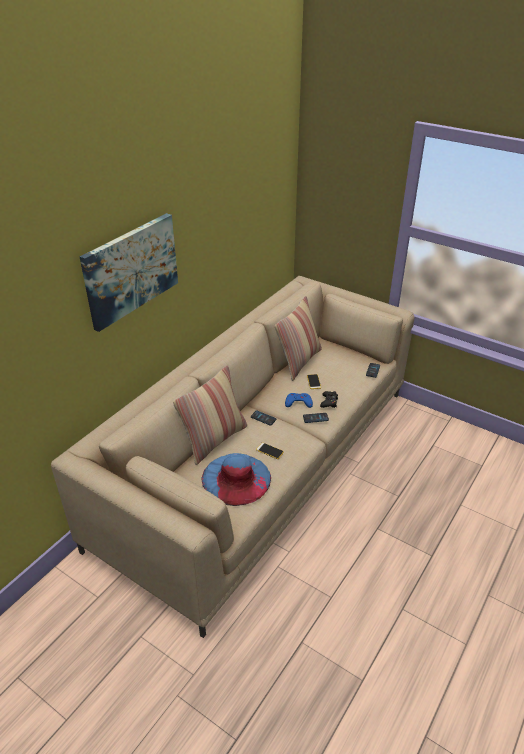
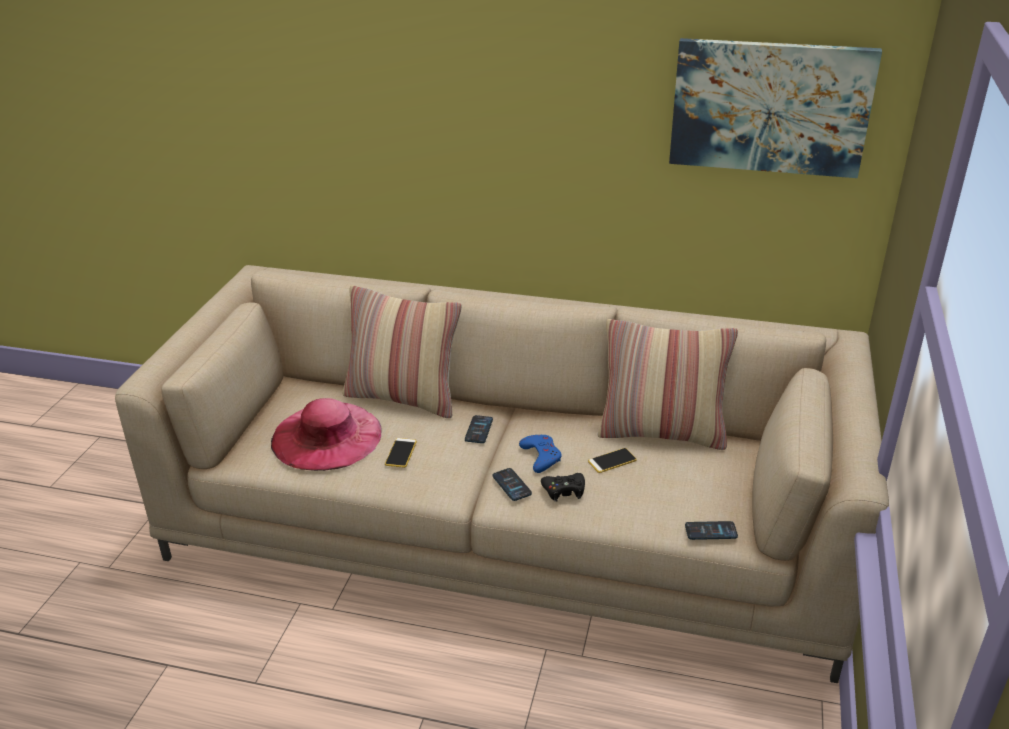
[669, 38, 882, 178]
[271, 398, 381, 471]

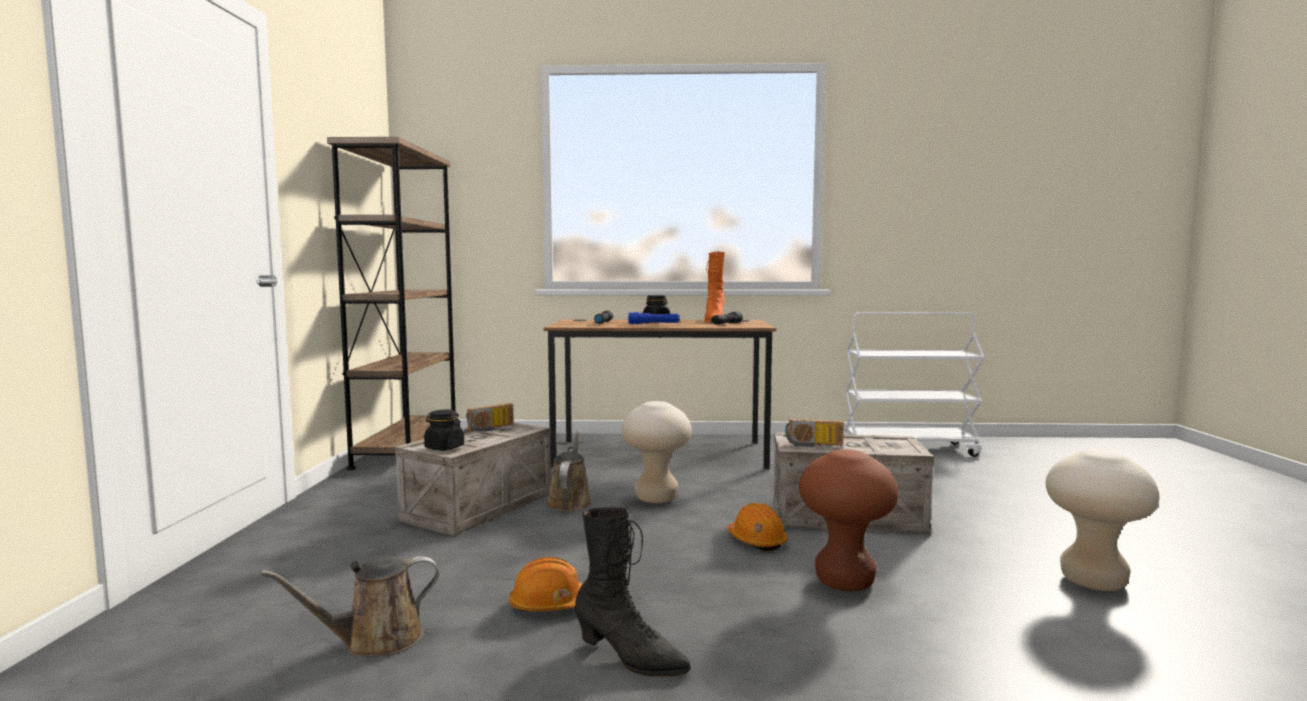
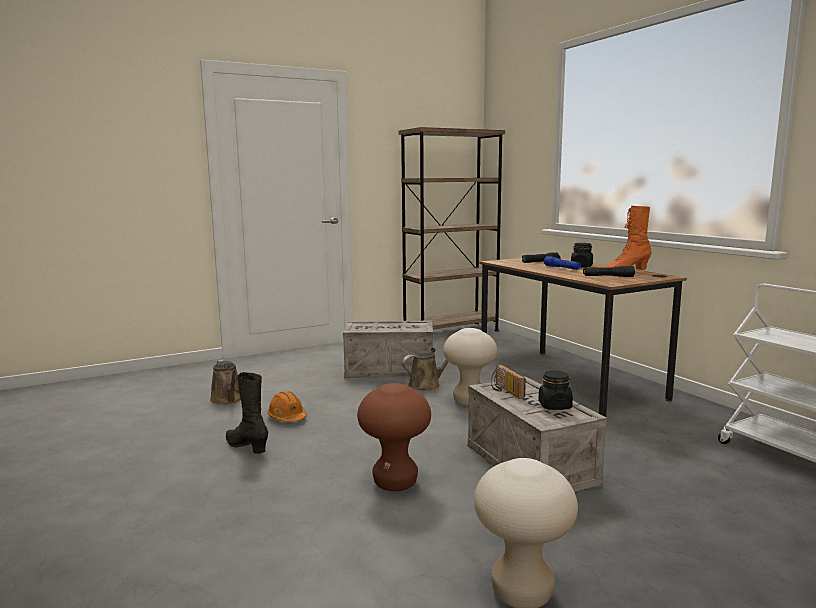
[210, 360, 241, 405]
[538, 370, 573, 410]
[466, 403, 514, 432] (first image)
[226, 372, 268, 454]
[727, 503, 787, 551] (first image)

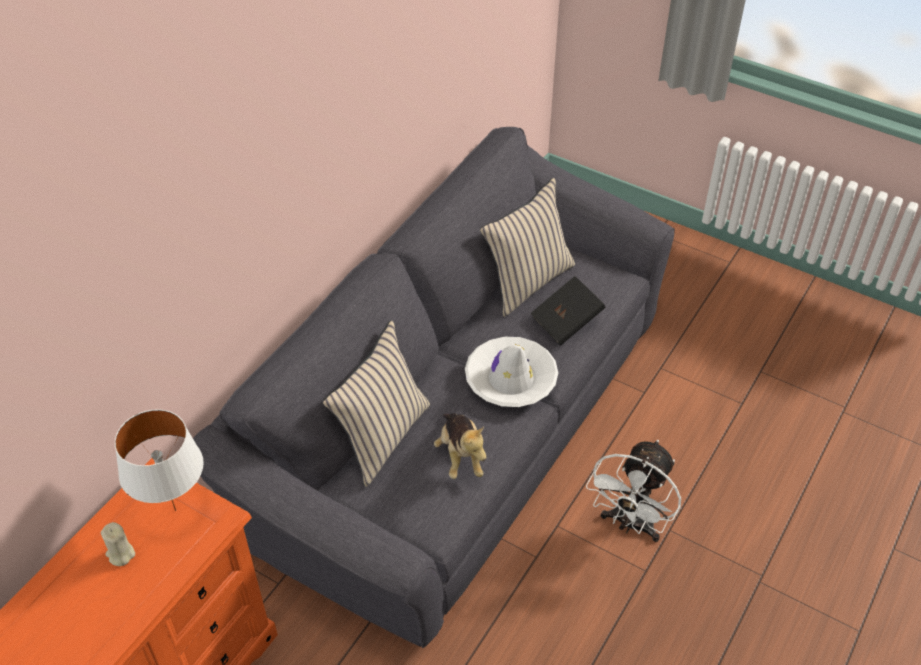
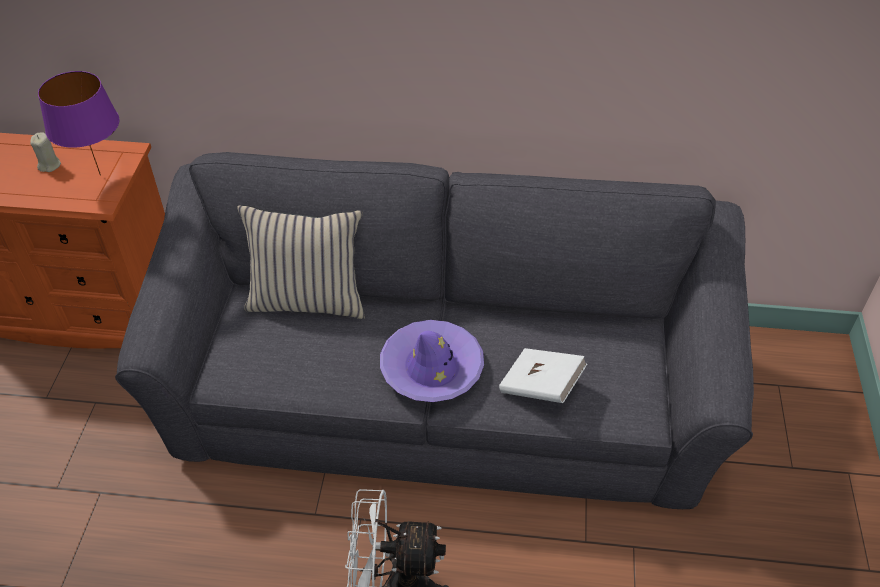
[38, 71, 120, 176]
[434, 413, 486, 479] (first image)
[380, 320, 484, 402]
[480, 178, 575, 317] (first image)
[499, 348, 587, 403]

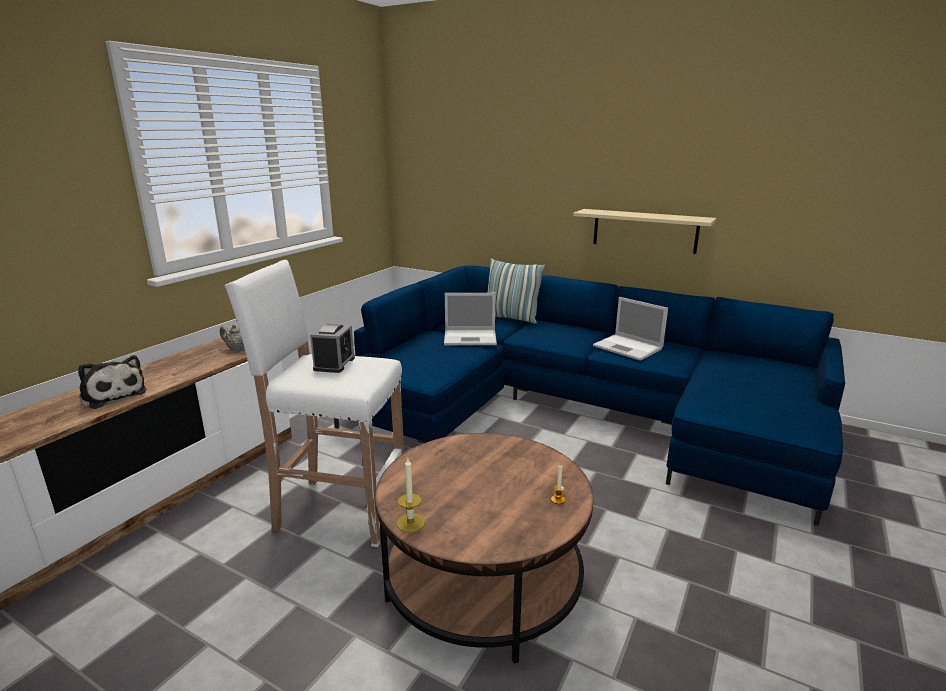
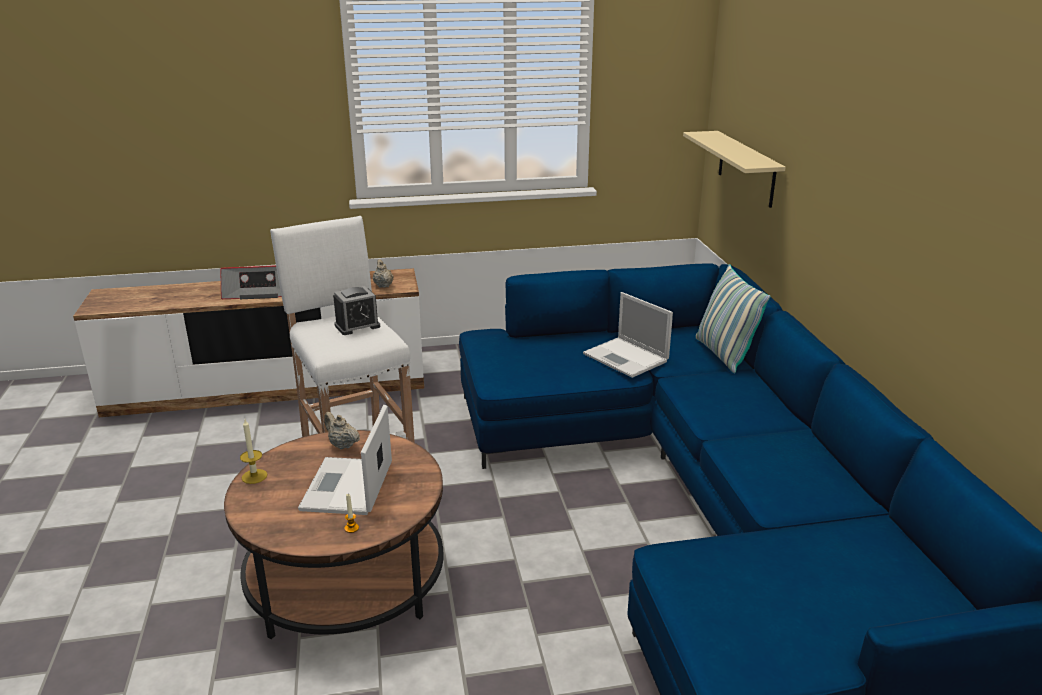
[221, 265, 282, 299]
[683, 131, 786, 208]
[298, 405, 392, 515]
[324, 412, 360, 449]

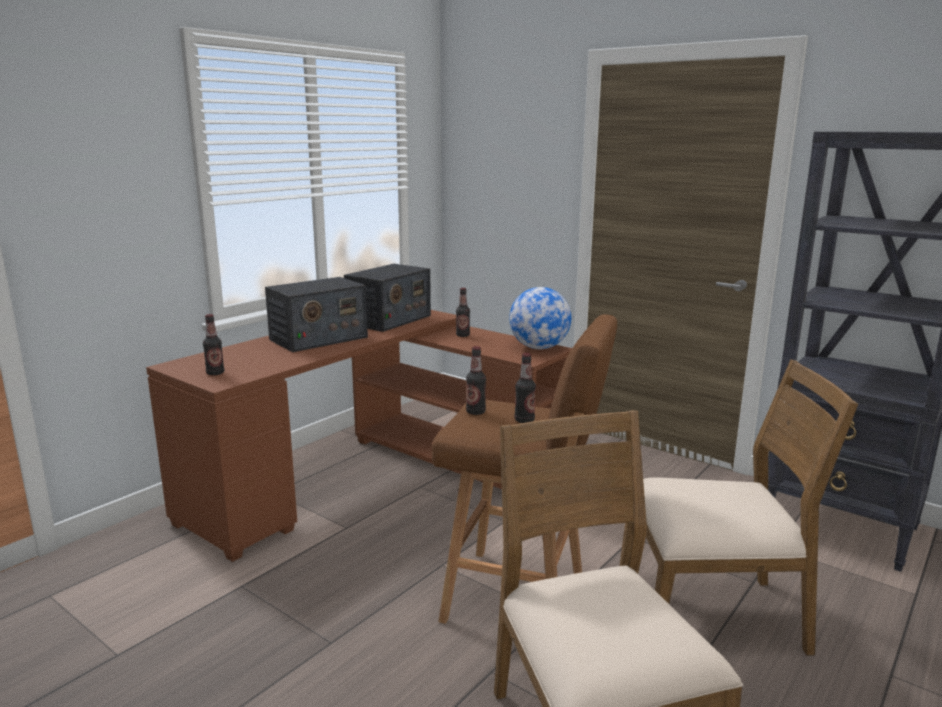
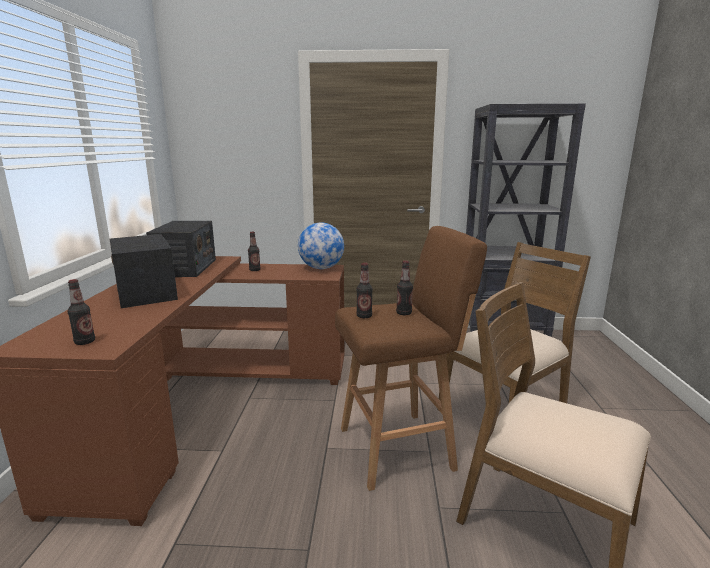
[110, 234, 178, 308]

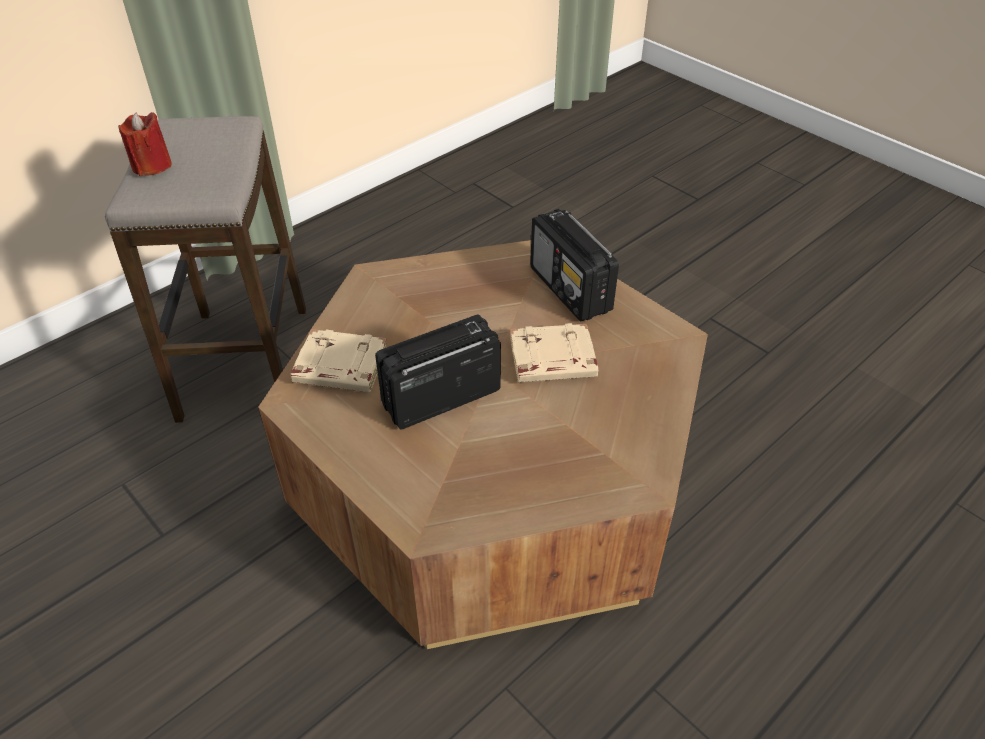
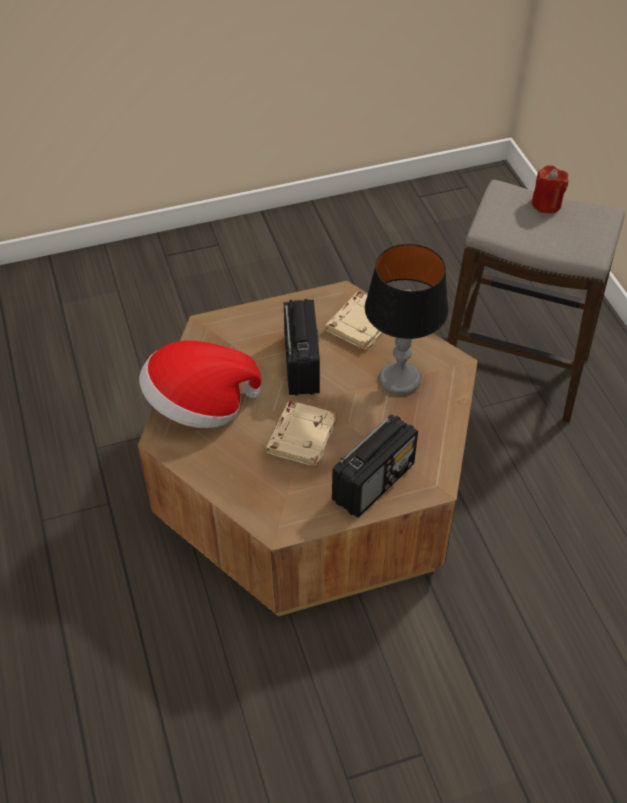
[332, 415, 418, 518]
[139, 341, 262, 428]
[365, 244, 449, 395]

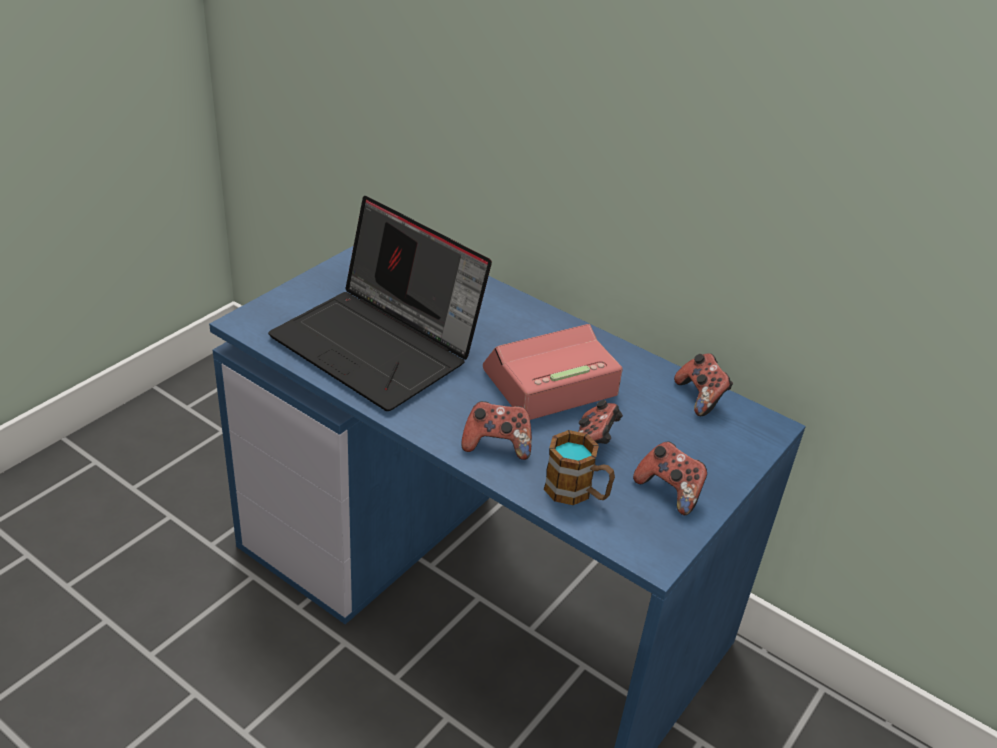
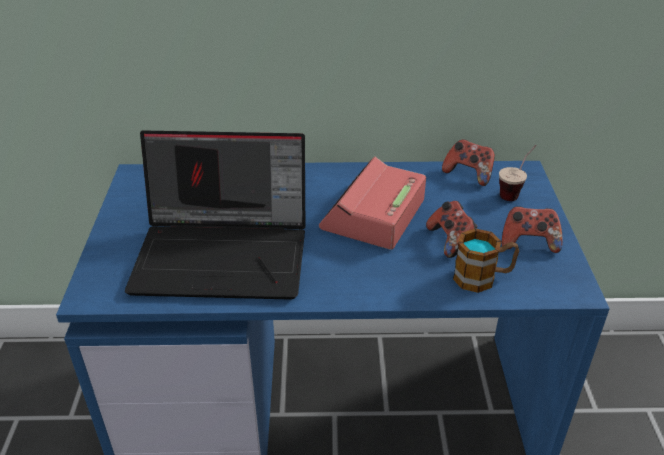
[461, 401, 532, 460] (first image)
[499, 145, 537, 201]

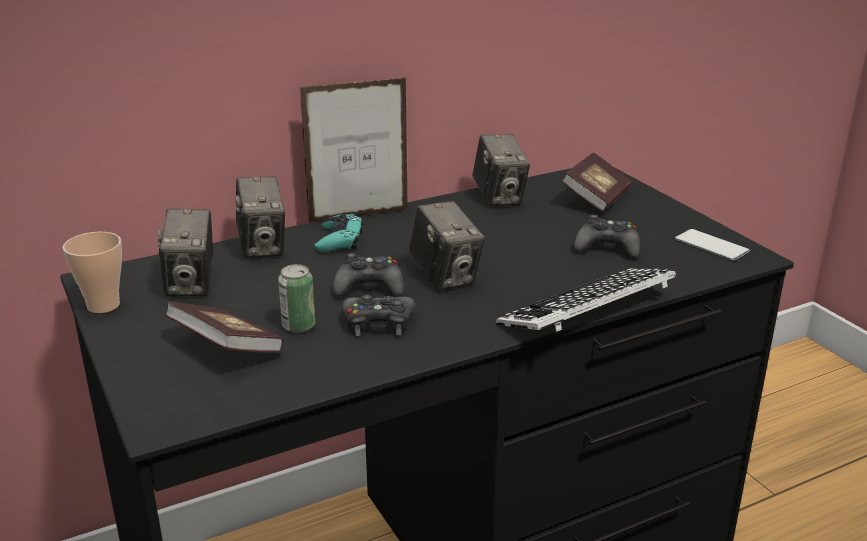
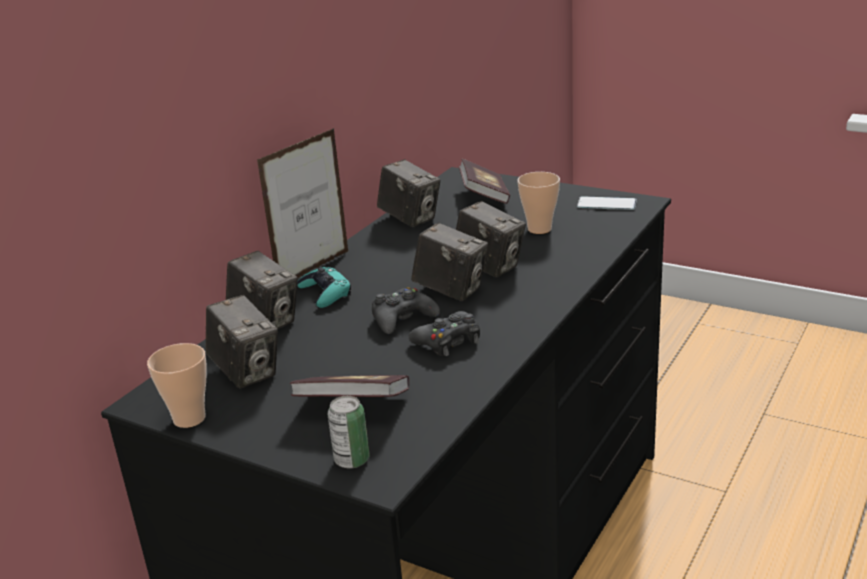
[328, 396, 369, 469]
[496, 268, 676, 332] (first image)
[517, 172, 560, 234]
[456, 201, 526, 277]

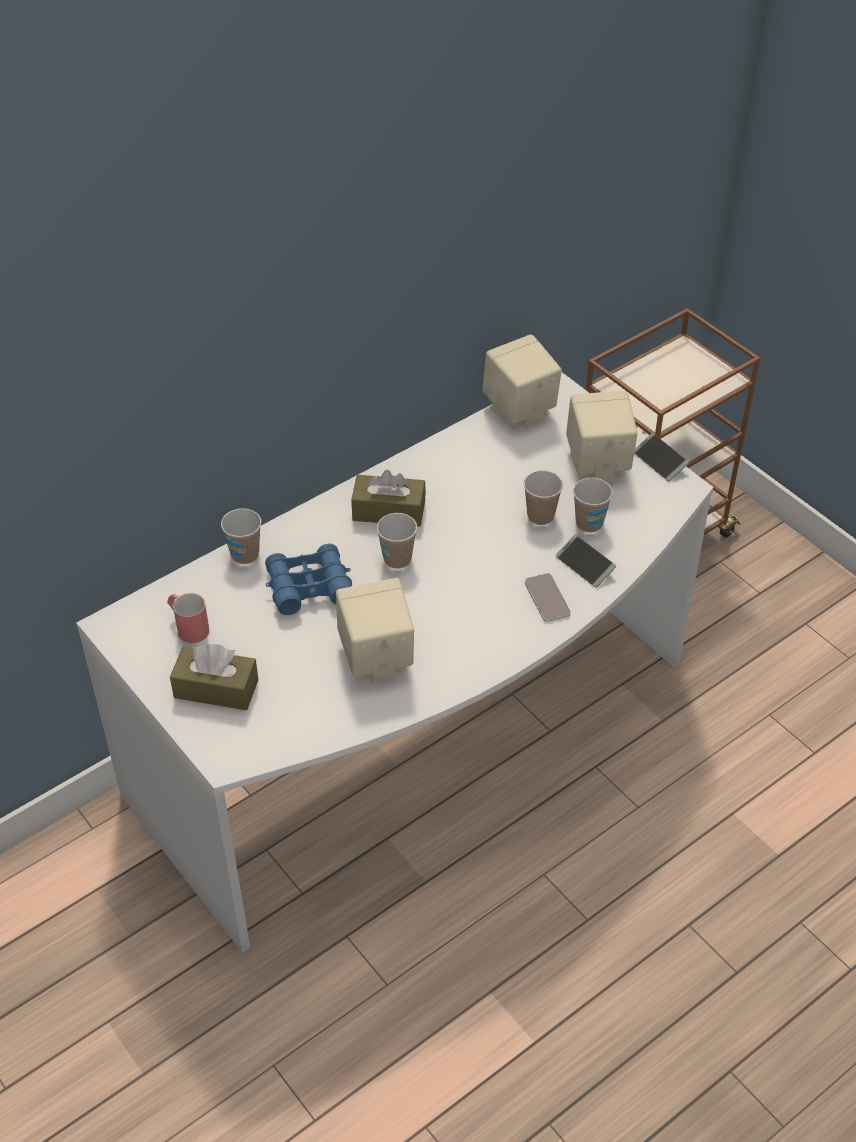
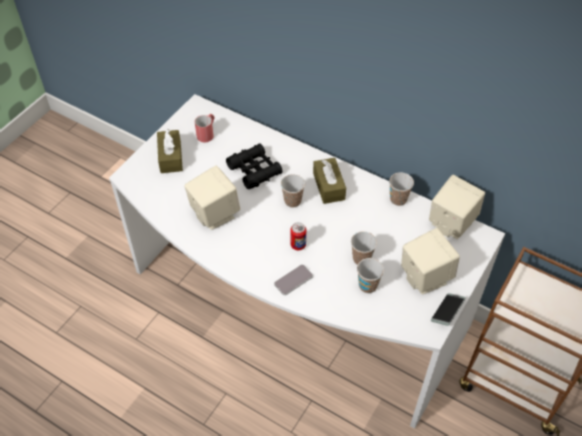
[389, 173, 414, 206]
[226, 143, 282, 189]
[556, 535, 616, 588] (first image)
[291, 222, 306, 250]

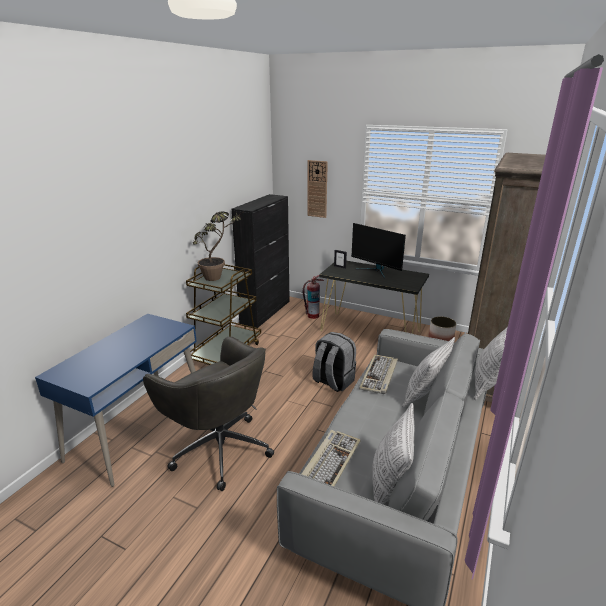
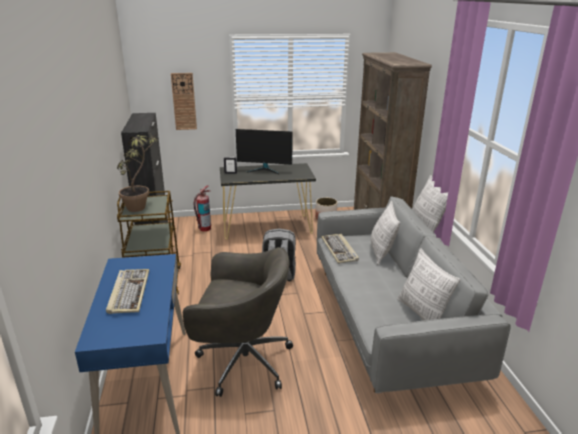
[106, 269, 149, 314]

